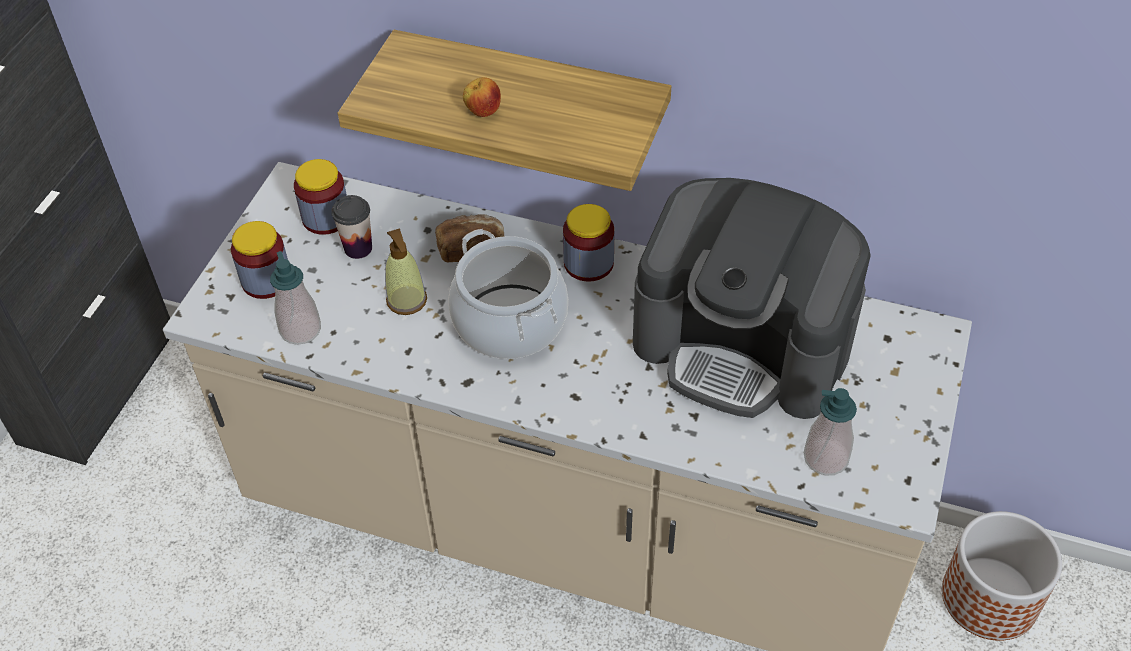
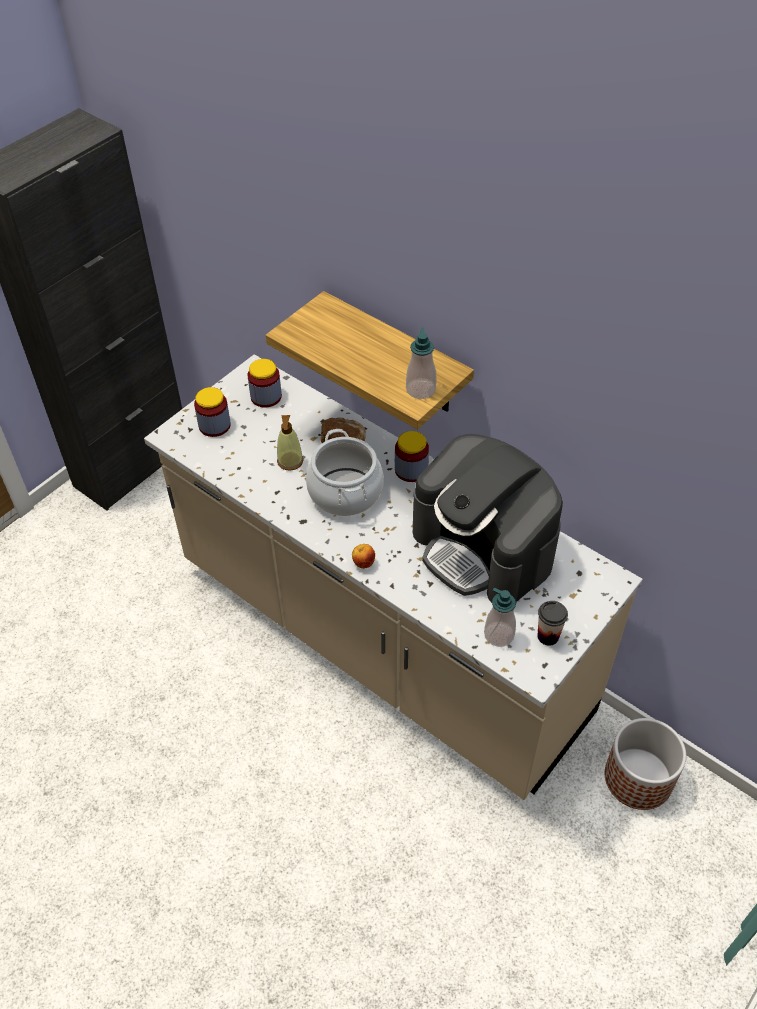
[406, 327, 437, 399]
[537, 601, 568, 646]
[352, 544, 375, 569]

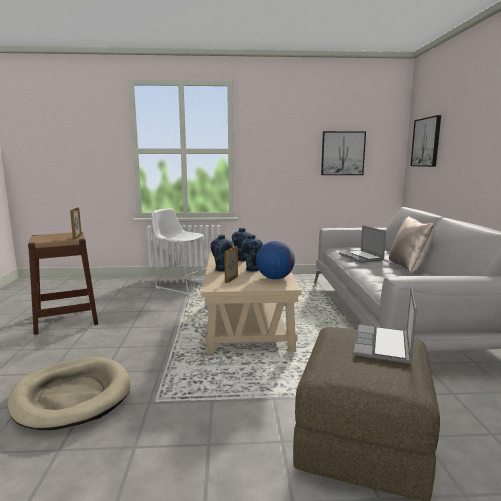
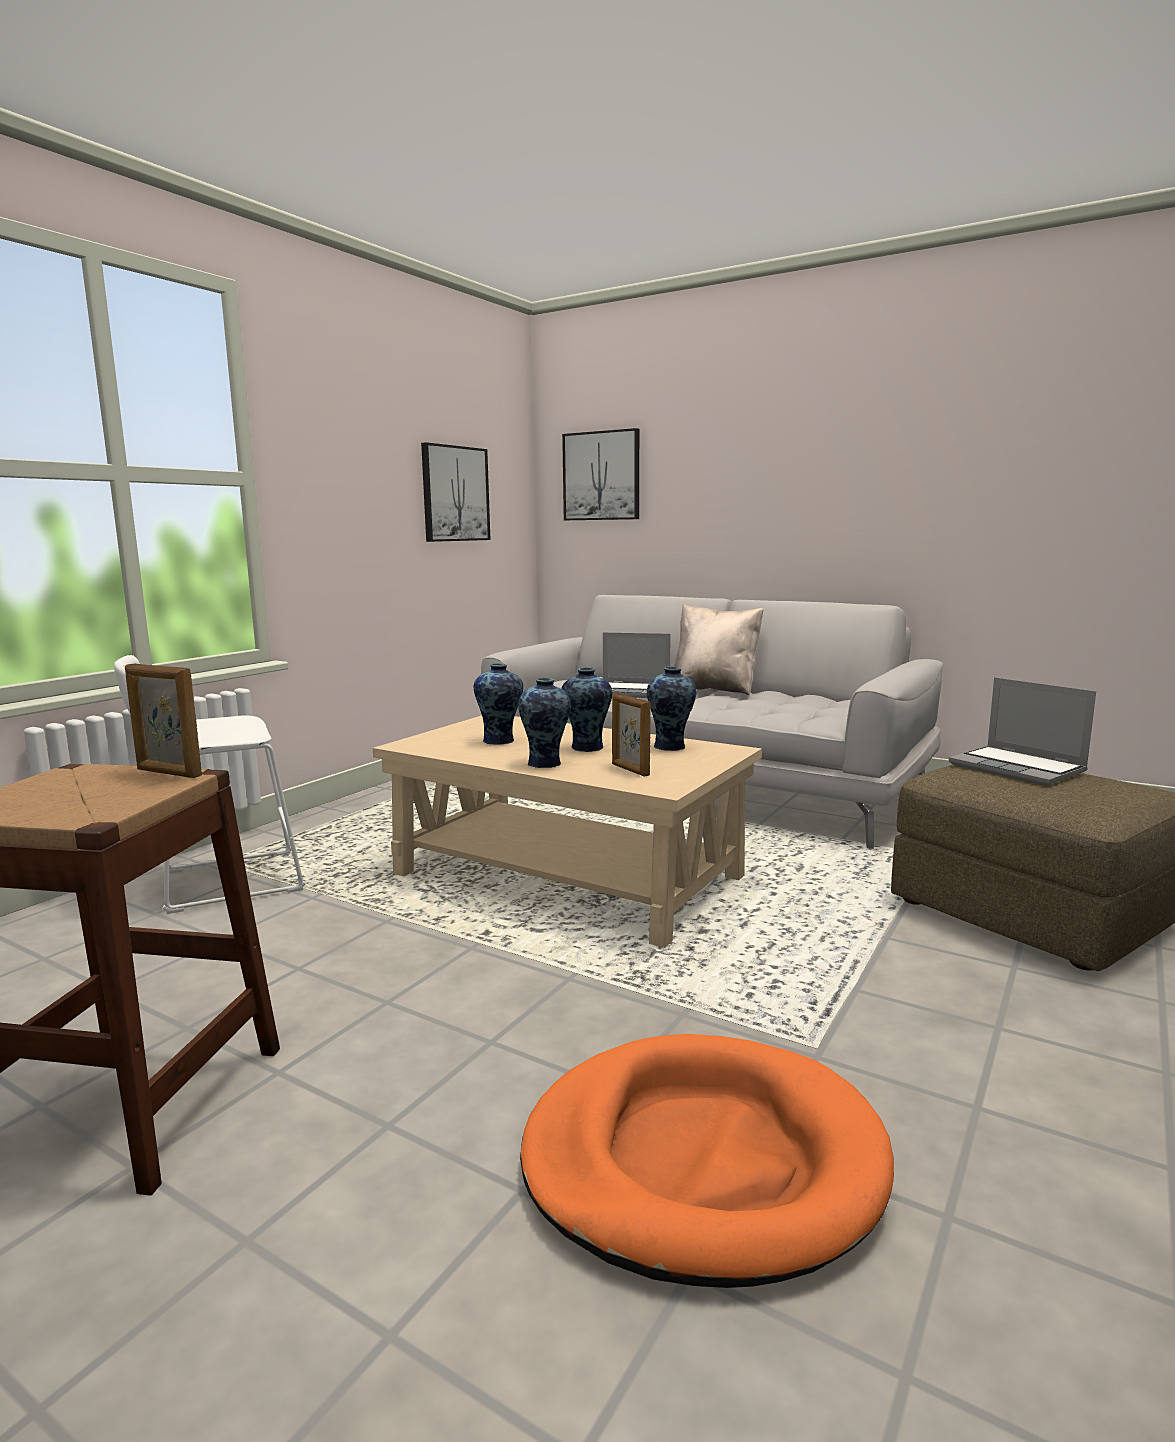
[520, 1034, 894, 1288]
[647, 666, 697, 751]

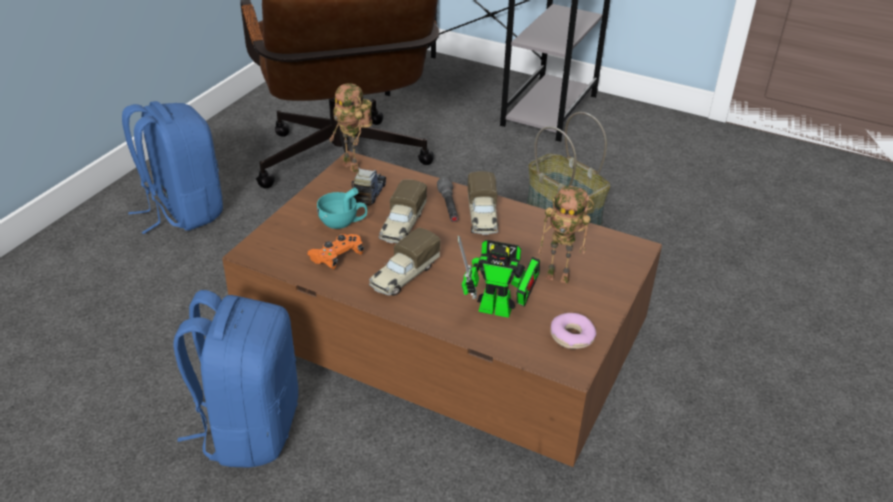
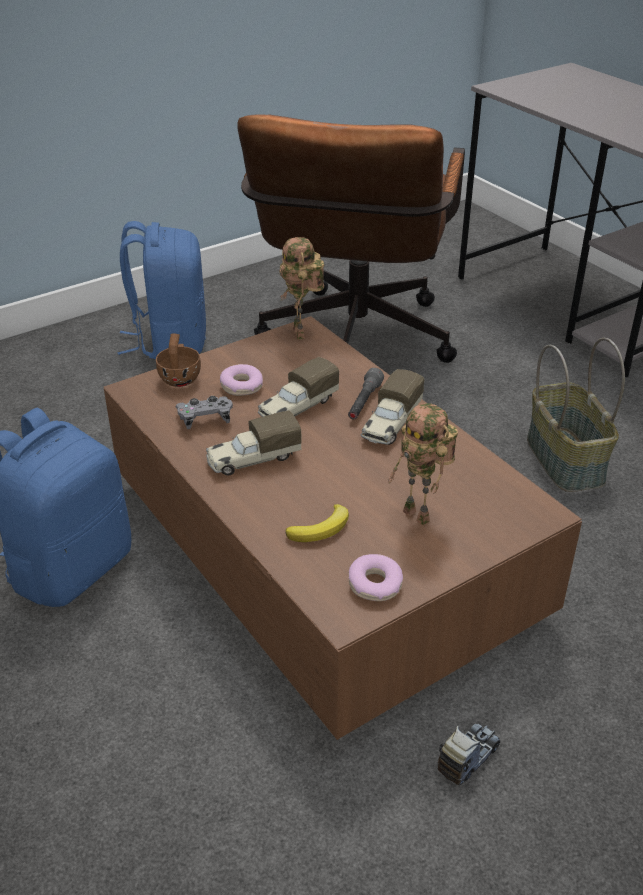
[176, 396, 233, 429]
[220, 364, 263, 396]
[437, 723, 500, 785]
[285, 504, 349, 542]
[156, 333, 201, 387]

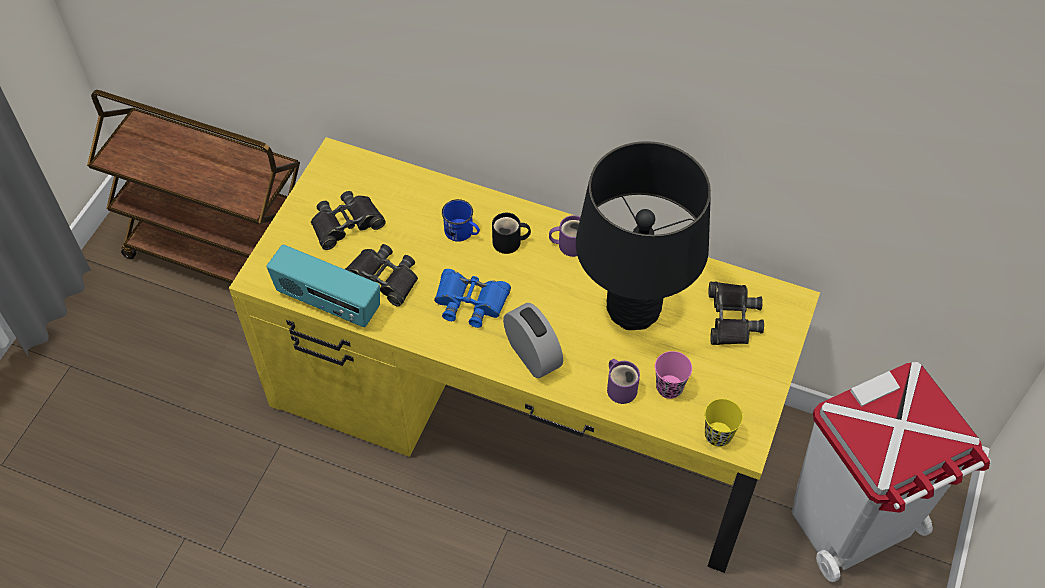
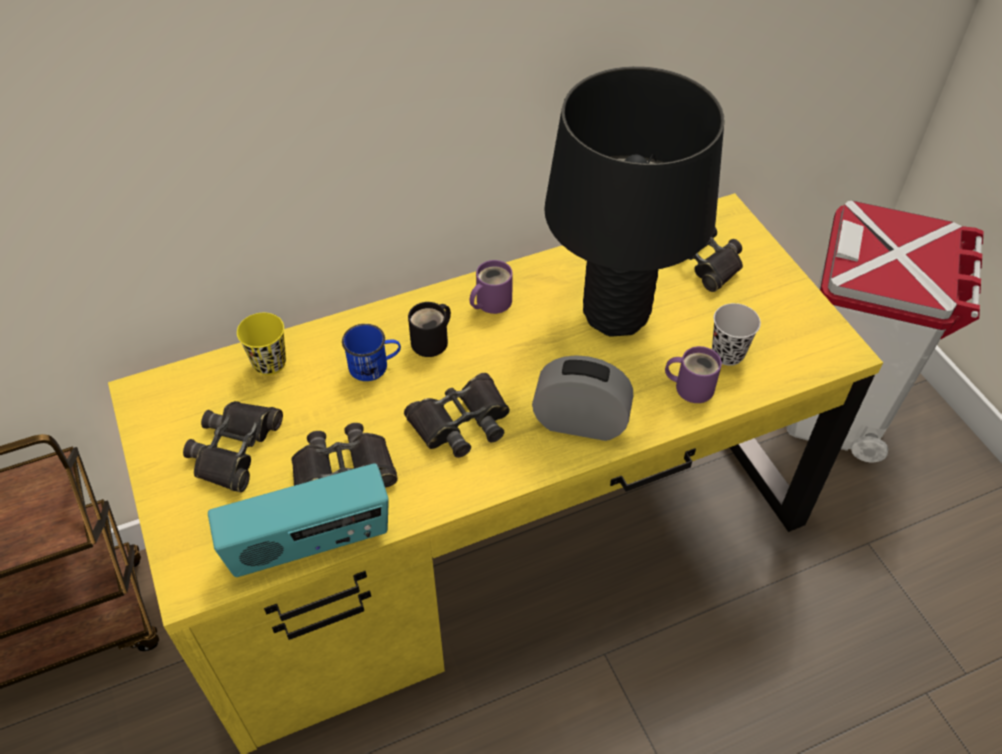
[404, 373, 510, 458]
[712, 303, 761, 366]
[237, 313, 286, 375]

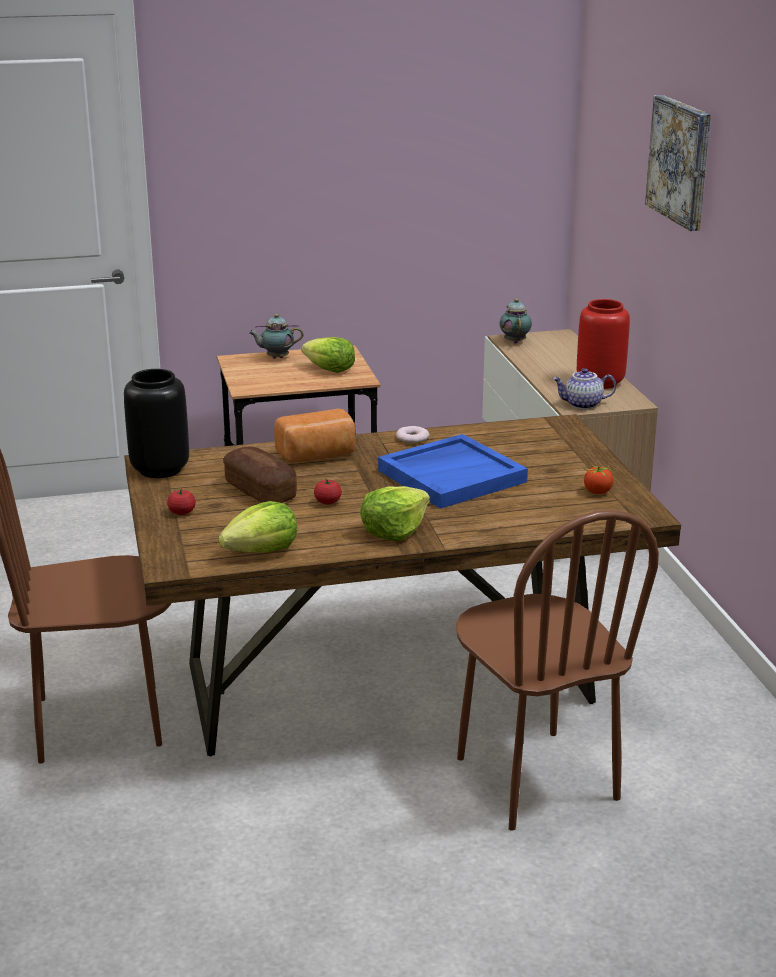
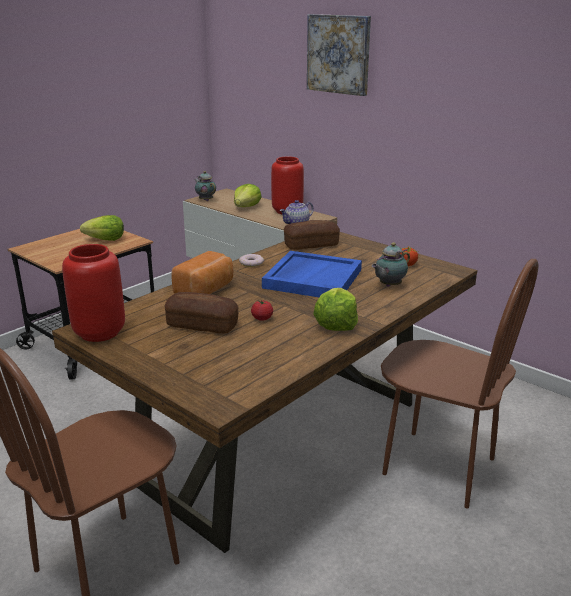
[62, 244, 125, 342]
[167, 488, 196, 515] (first image)
[234, 184, 262, 207]
[372, 243, 410, 287]
[284, 220, 340, 250]

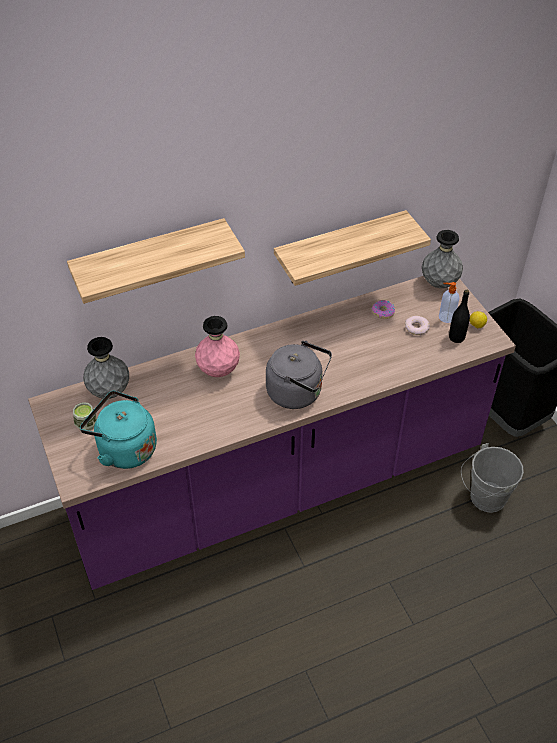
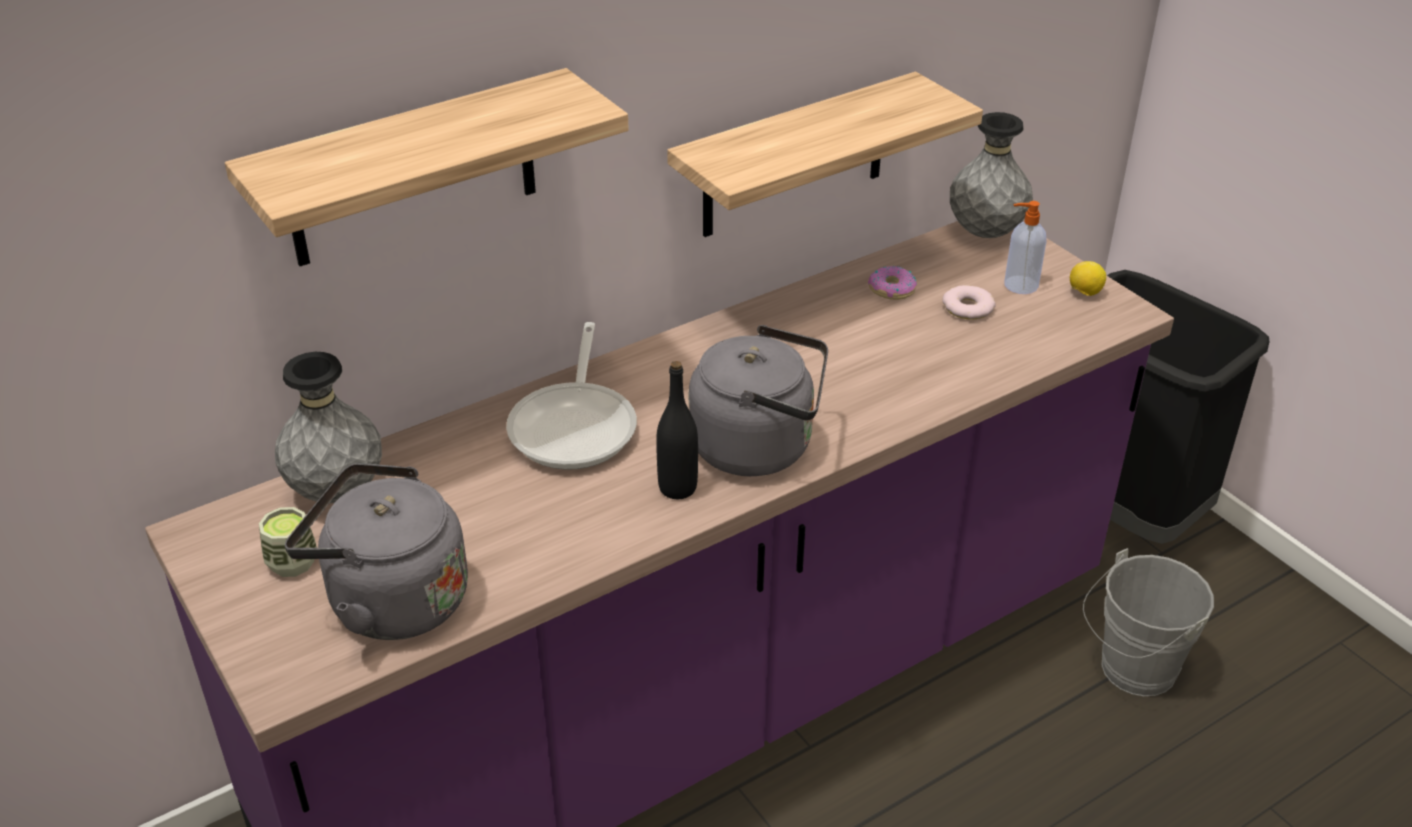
[285, 463, 468, 640]
[506, 322, 637, 470]
[656, 361, 698, 499]

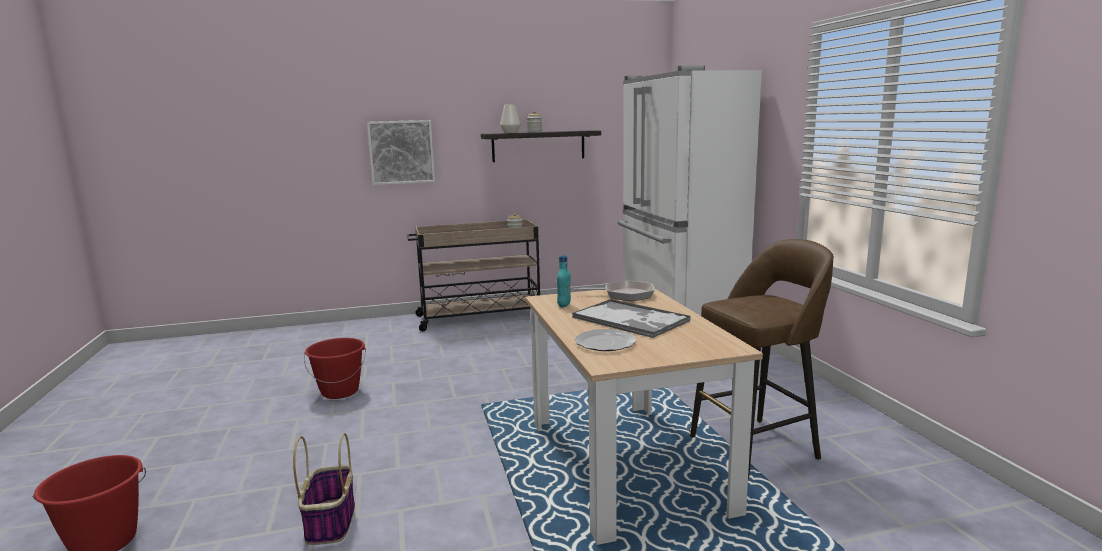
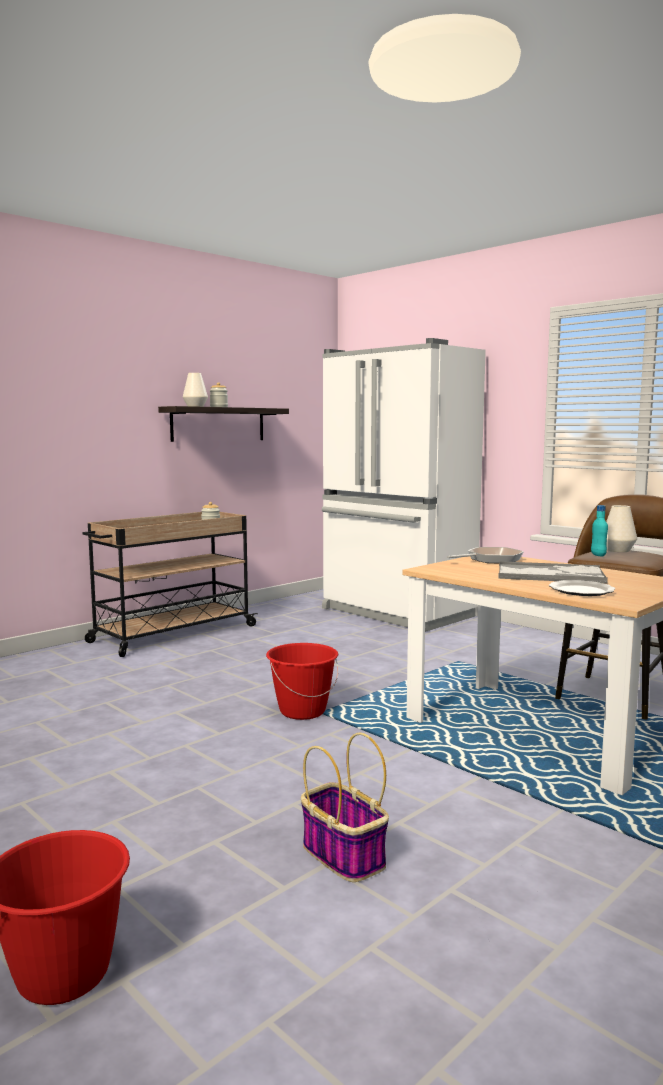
[266, 643, 338, 720]
[367, 120, 435, 185] (first image)
[591, 505, 608, 556]
[606, 505, 637, 552]

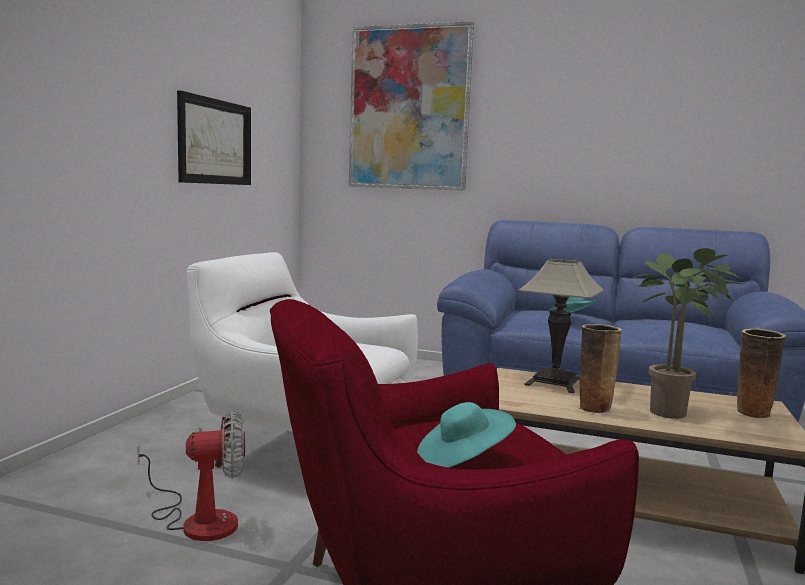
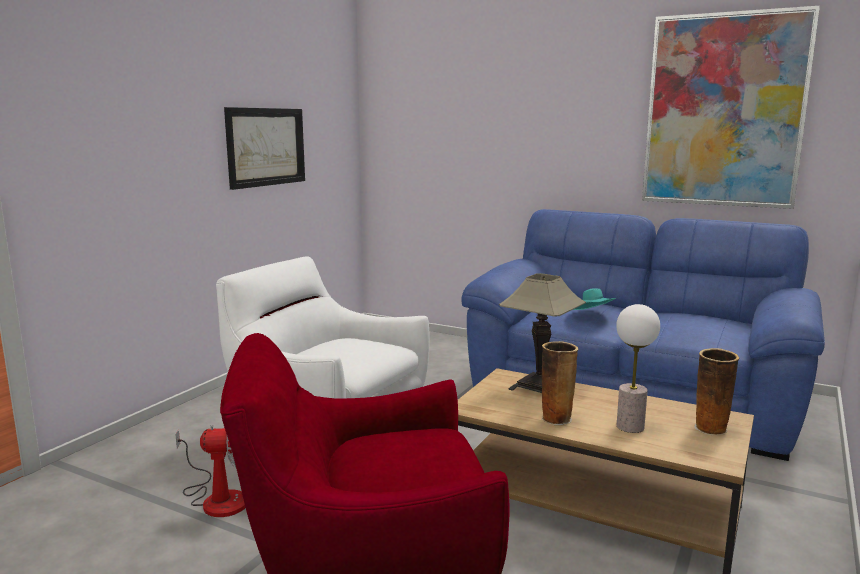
[642, 6, 820, 209]
[417, 402, 516, 468] (first image)
[616, 304, 660, 433]

